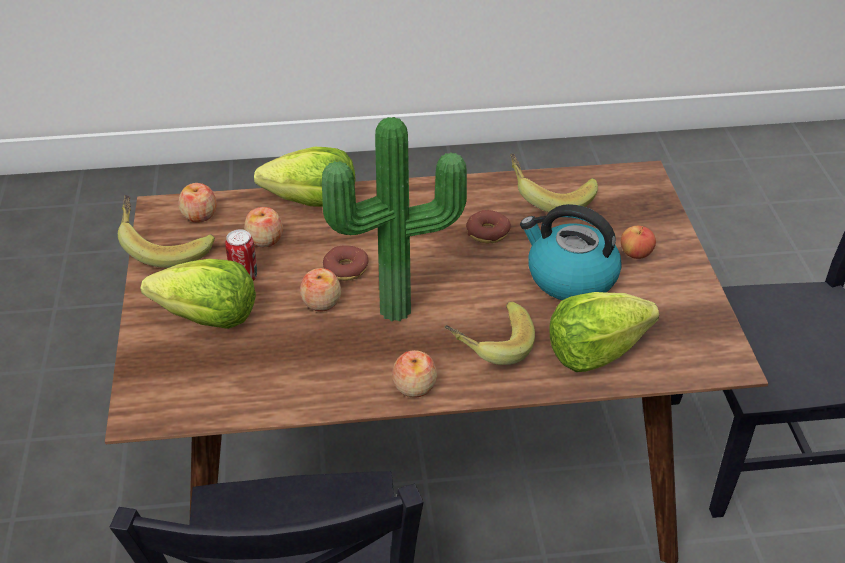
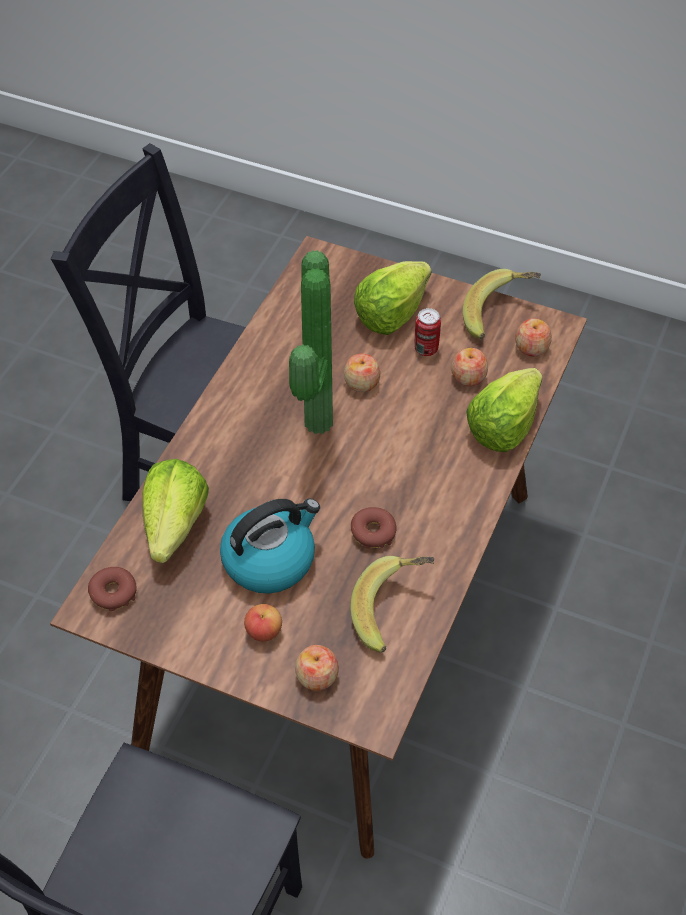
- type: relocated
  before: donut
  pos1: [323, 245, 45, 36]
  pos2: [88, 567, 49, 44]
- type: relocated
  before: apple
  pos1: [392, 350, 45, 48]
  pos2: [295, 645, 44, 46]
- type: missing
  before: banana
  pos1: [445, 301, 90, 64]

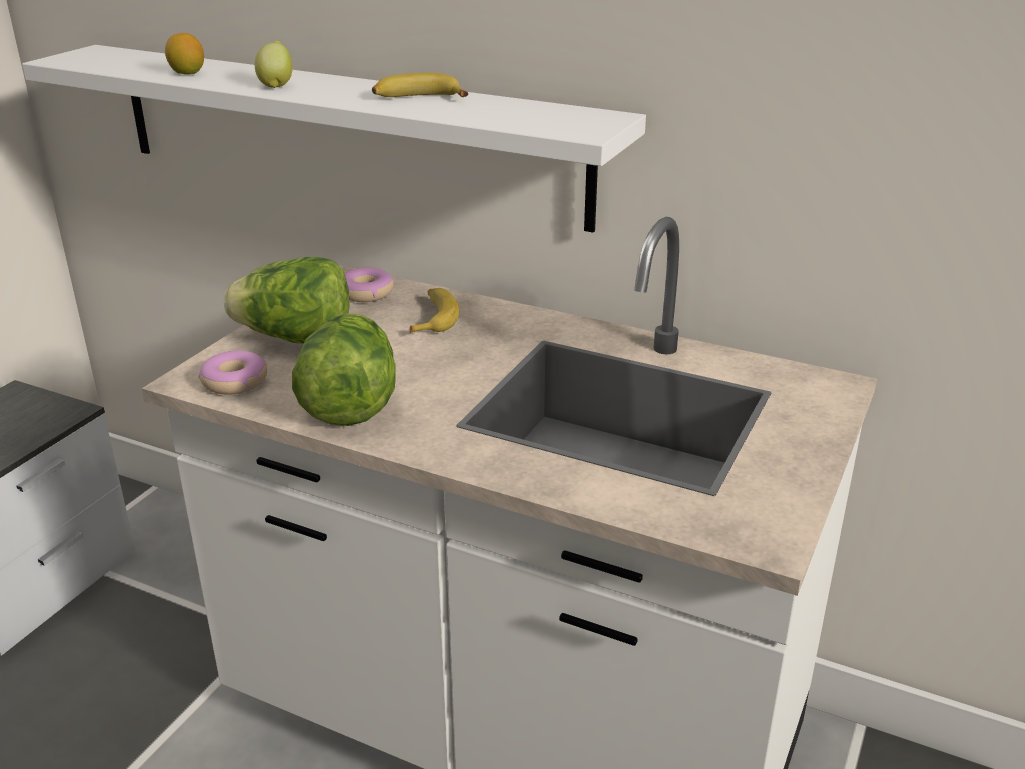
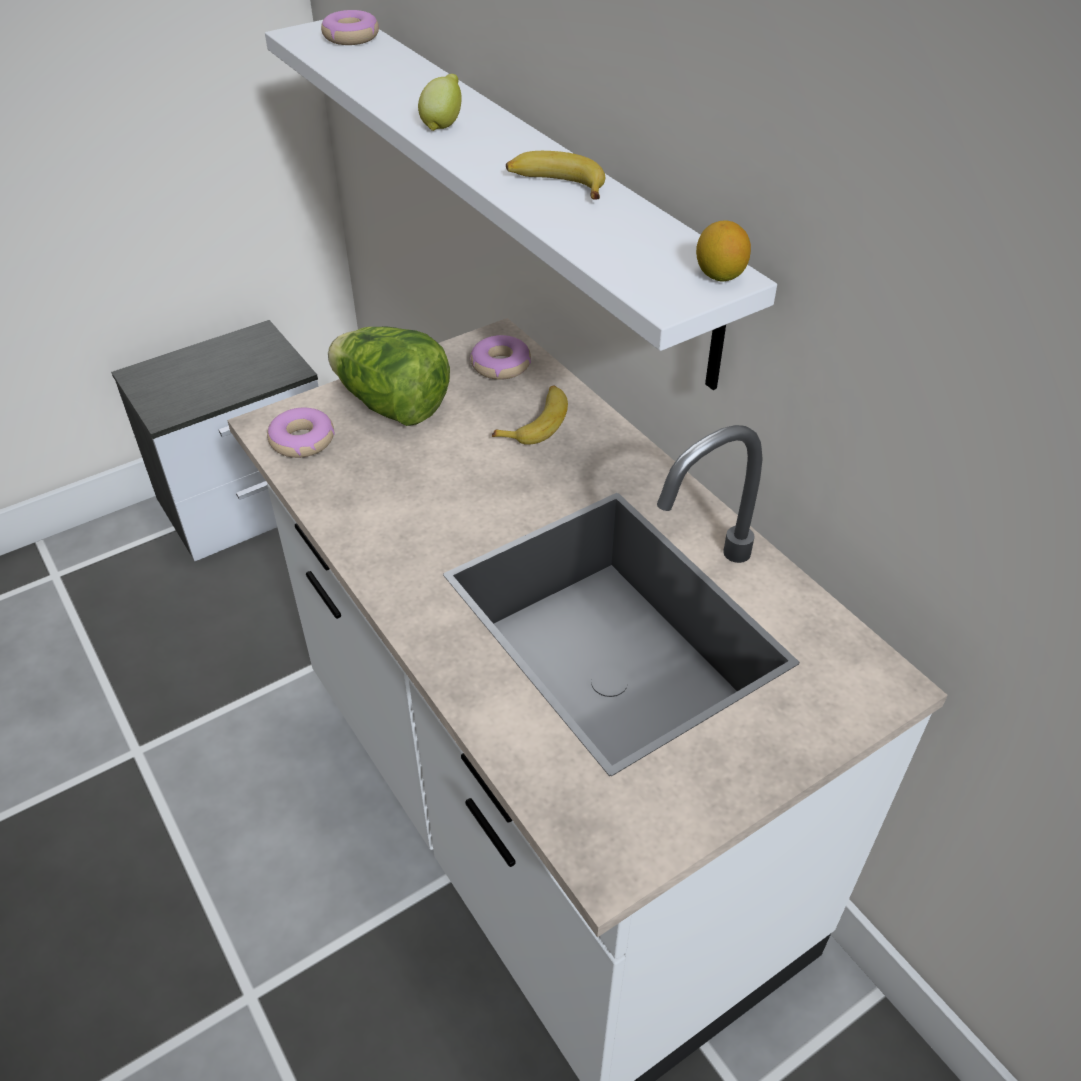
- type: relocated
  before: lemon
  pos1: [165, 33, 39, 42]
  pos2: [696, 220, 55, 62]
- type: missing
  before: lettuce
  pos1: [292, 313, 103, 113]
- type: appeared
  after: donut
  pos2: [321, 10, 58, 35]

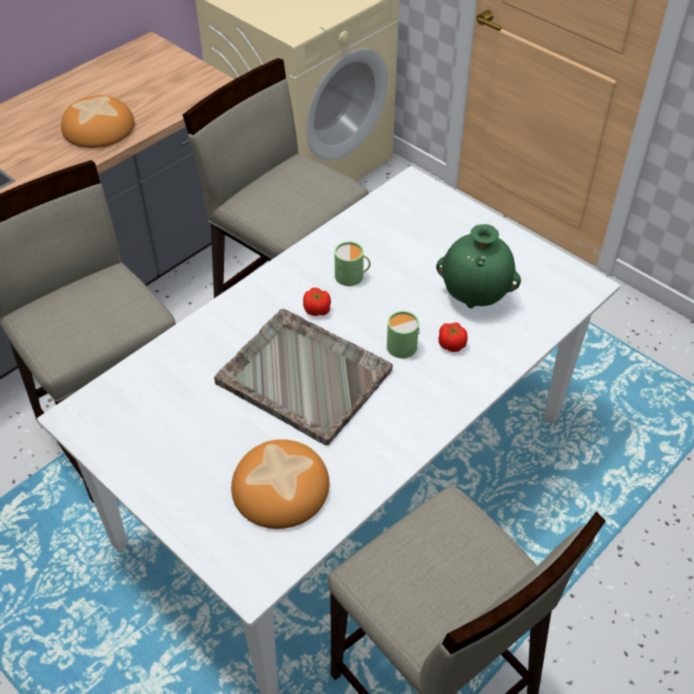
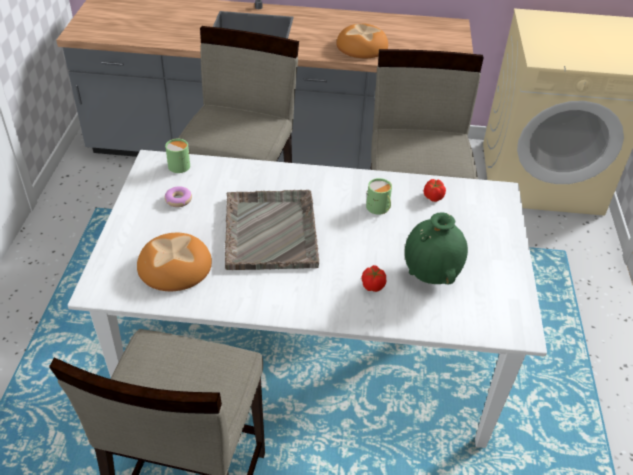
- type: relocated
  before: tomato
  pos1: [303, 287, 28, 29]
  pos2: [424, 179, 22, 23]
- type: relocated
  before: mug (green)
  pos1: [387, 311, 33, 47]
  pos2: [165, 139, 25, 34]
- type: appeared
  after: donut
  pos2: [165, 186, 27, 21]

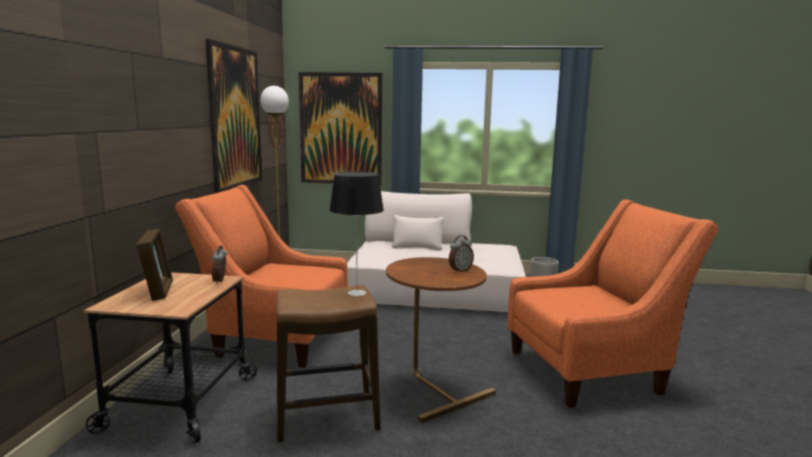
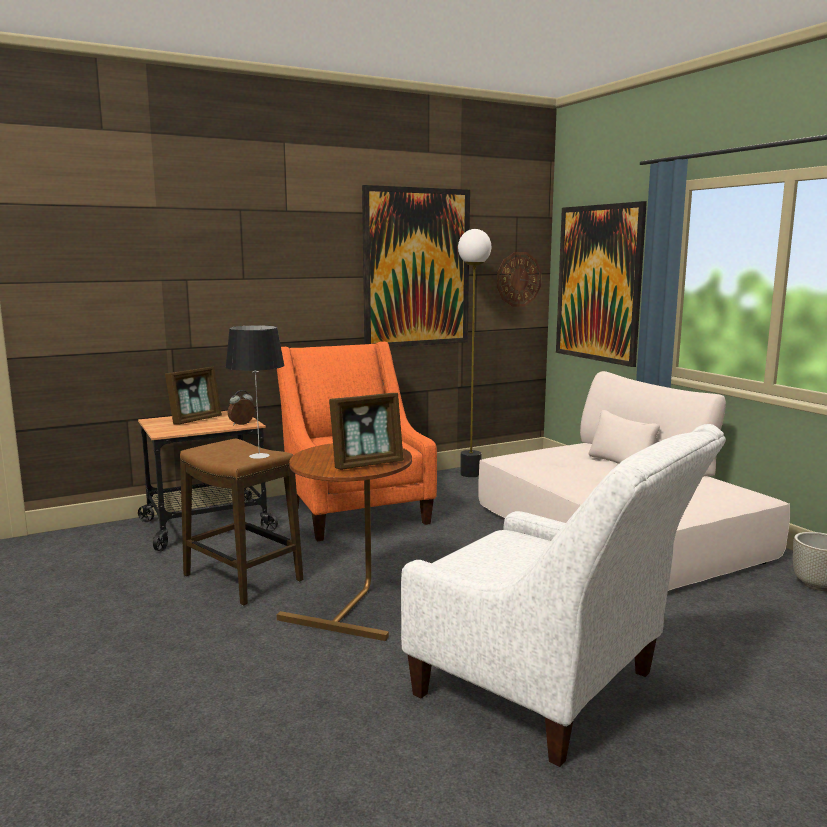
- type: exchanged
  before: alarm clock
  after: picture frame
  pos1: [449, 235, 25, 38]
  pos2: [329, 393, 74, 77]
- type: colour
  before: armchair (orange)
  after: armchair (white)
  pos1: [507, 199, 212, 209]
  pos2: [401, 424, 325, 343]

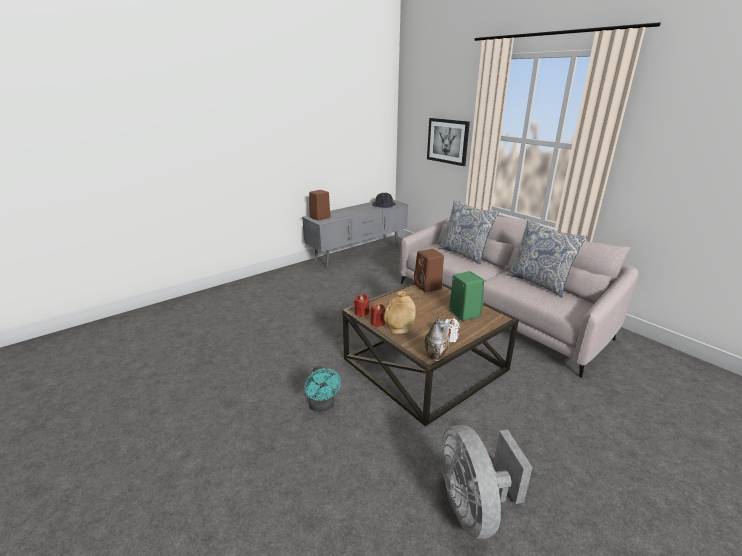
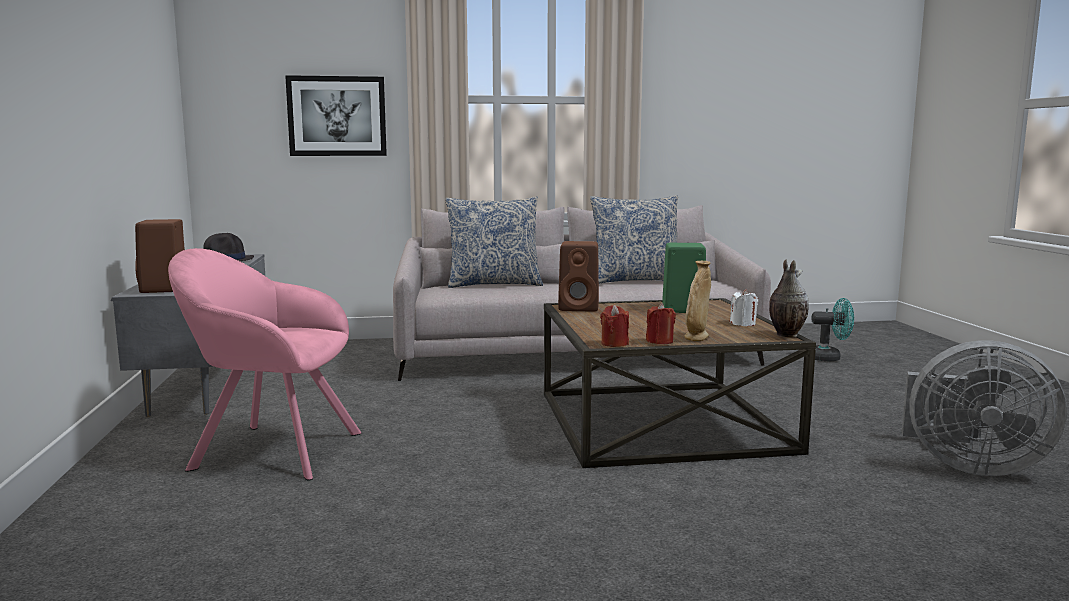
- type: relocated
  before: fan (turquoise)
  pos1: [304, 366, 37, 46]
  pos2: [812, 298, 42, 63]
- type: appeared
  after: armchair (pink)
  pos2: [168, 248, 194, 232]

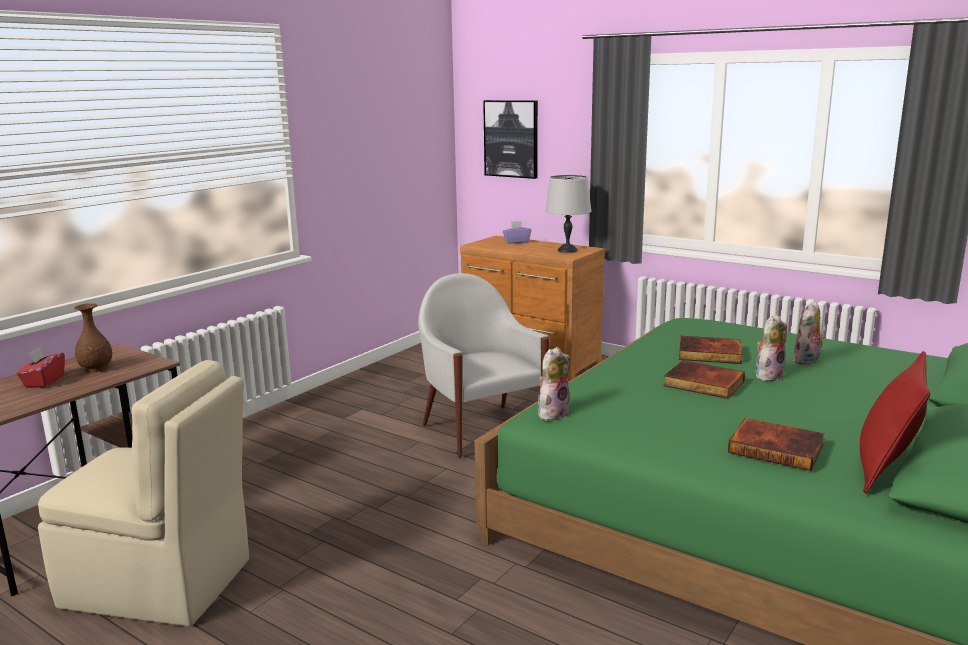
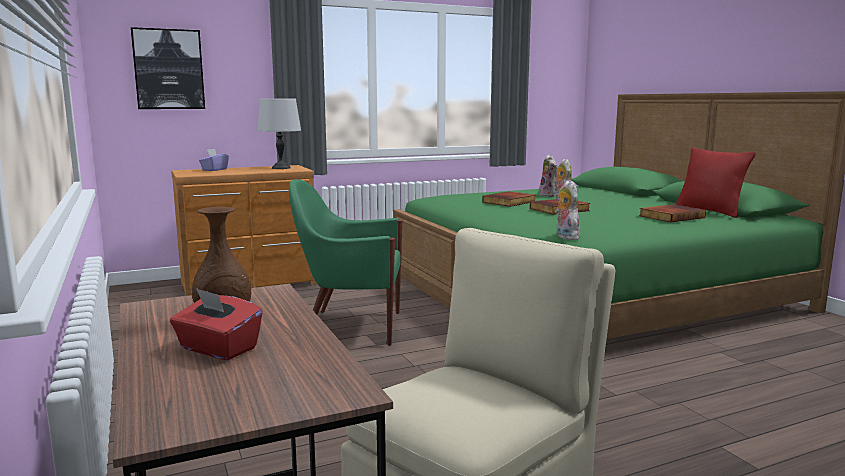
- type: colour
  before: armchair (white)
  after: armchair (green)
  pos1: [418, 273, 131, 186]
  pos2: [289, 179, 114, 167]

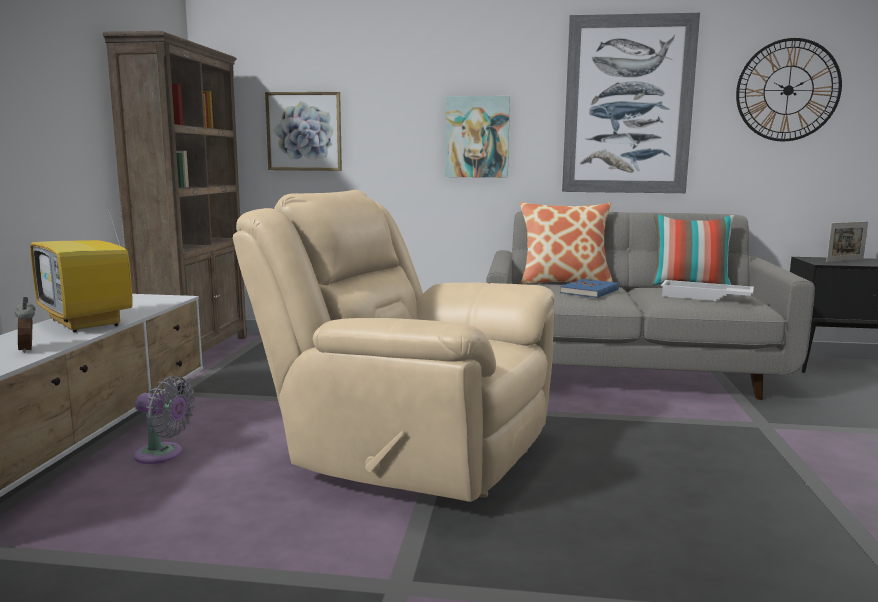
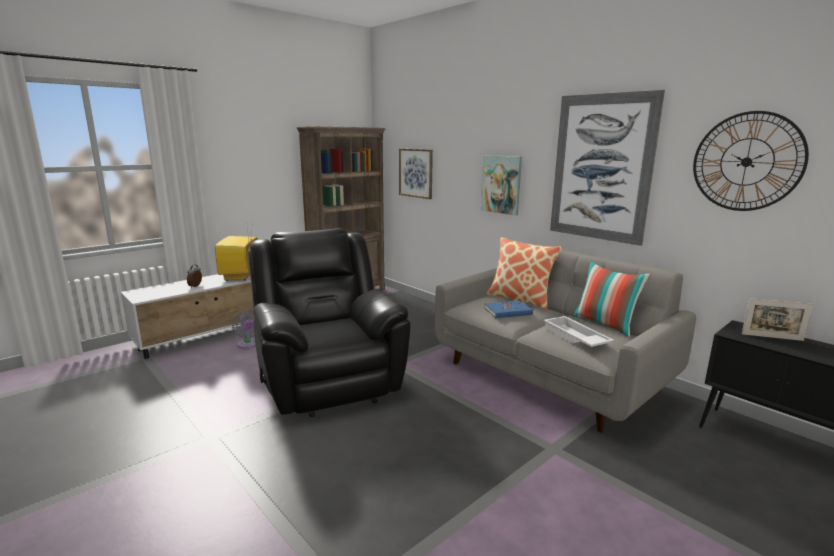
- type: colour
  before: armchair (beige)
  after: armchair (black)
  pos1: [233, 190, 322, 312]
  pos2: [248, 228, 162, 189]

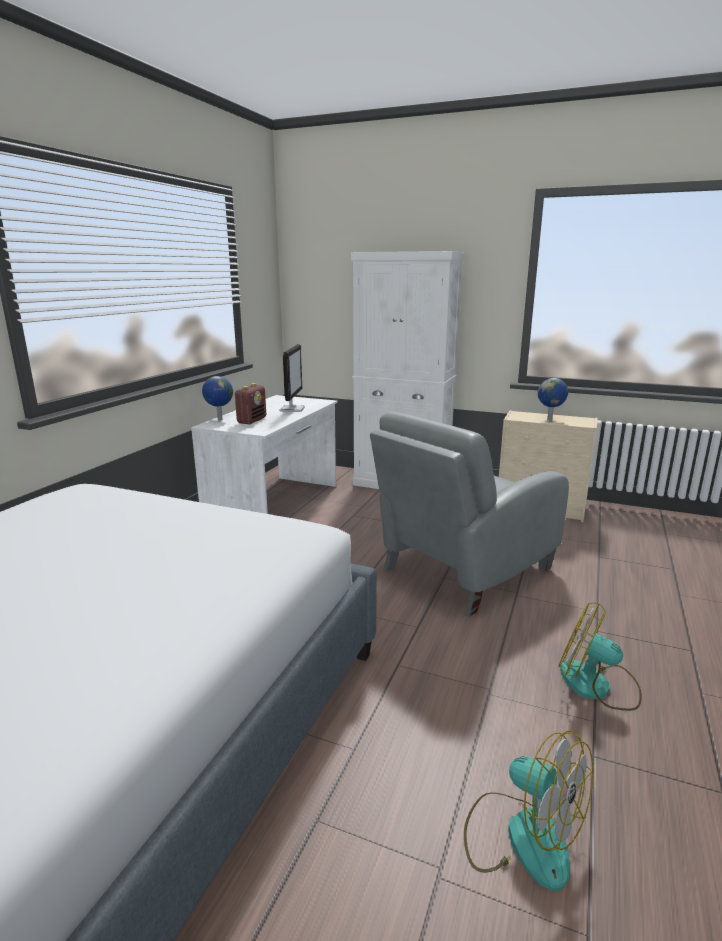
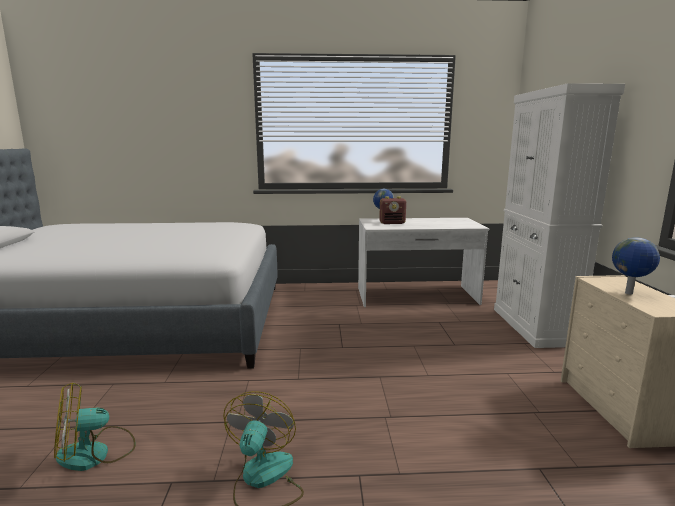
- type: missing
  before: monitor
  pos1: [279, 344, 26, 68]
- type: missing
  before: armchair (grey)
  pos1: [370, 412, 199, 205]
- type: spun
  before: fan
  pos1: [464, 731, 130, 160]
  pos2: [54, 382, 82, 89]
  turn: 45

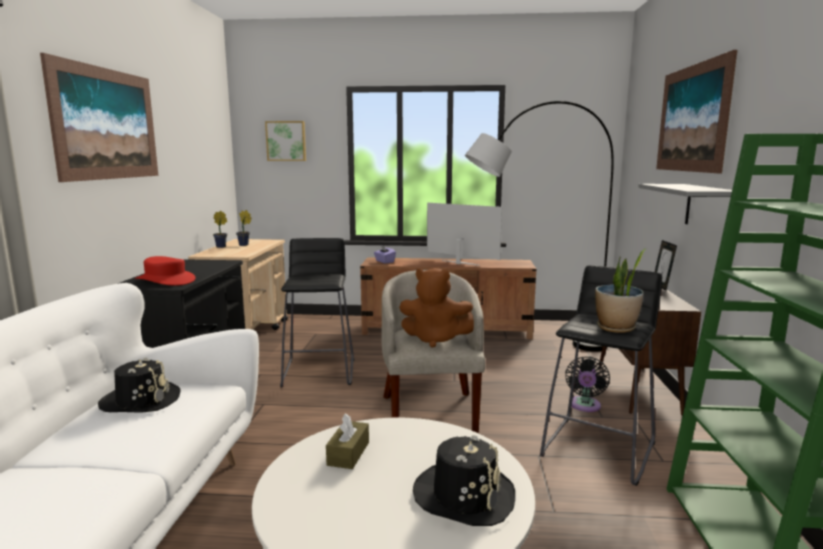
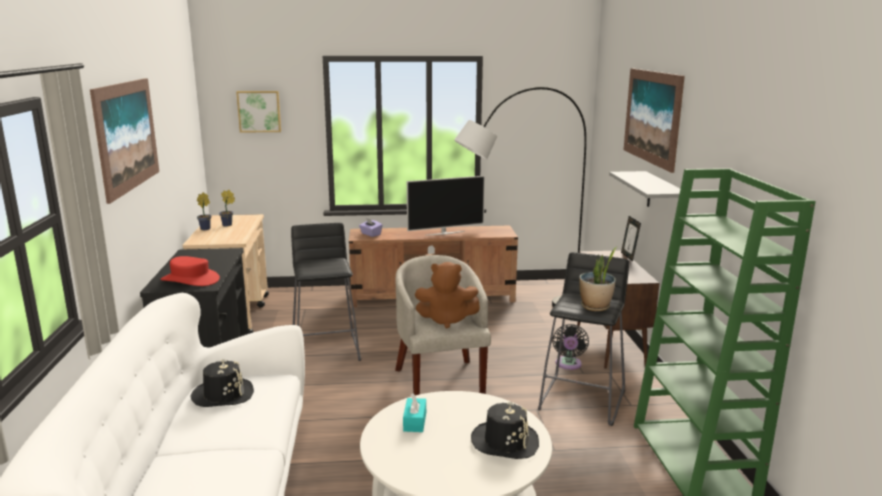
- type: colour
  before: tissue box (brown)
  after: tissue box (turquoise)
  pos1: [326, 413, 43, 56]
  pos2: [403, 393, 23, 39]
- type: spun
  before: television
  pos1: [427, 203, 75, 63]
  pos2: [407, 176, 78, 60]
  turn: 135

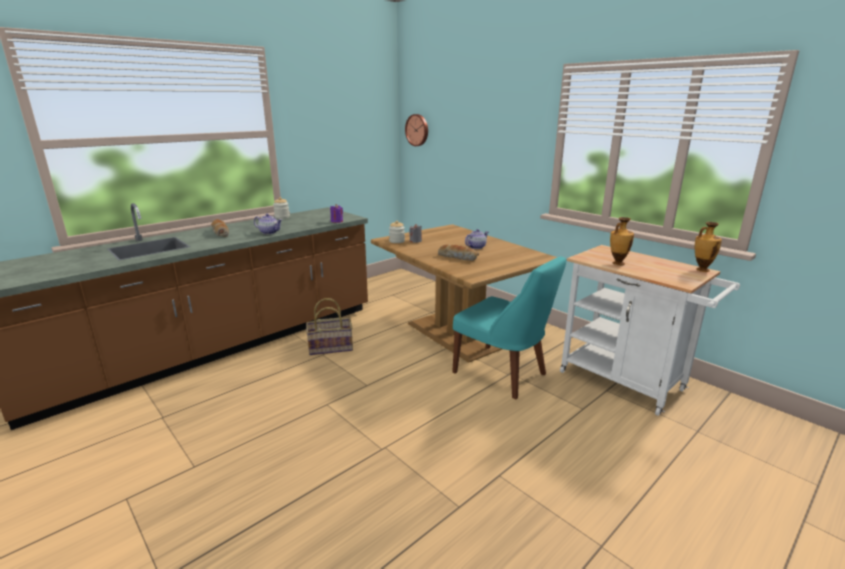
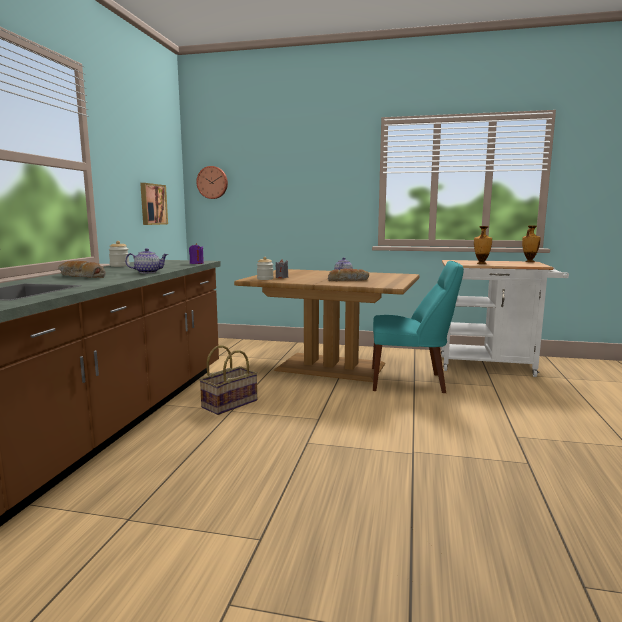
- type: appeared
  after: picture
  pos2: [140, 183, 28, 42]

